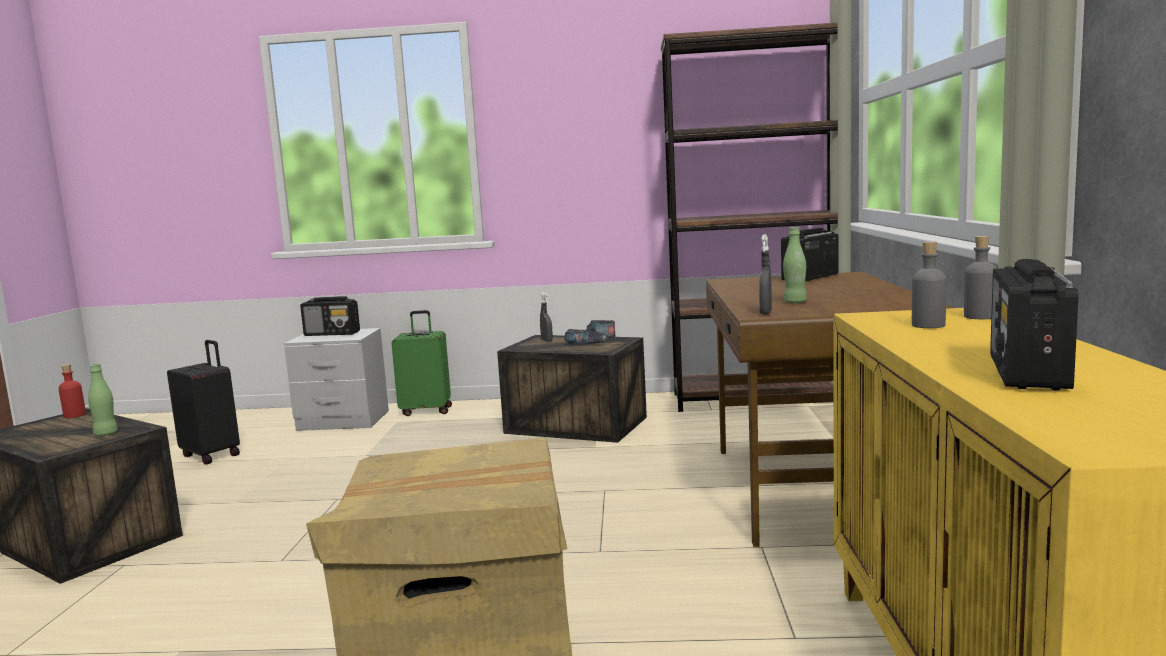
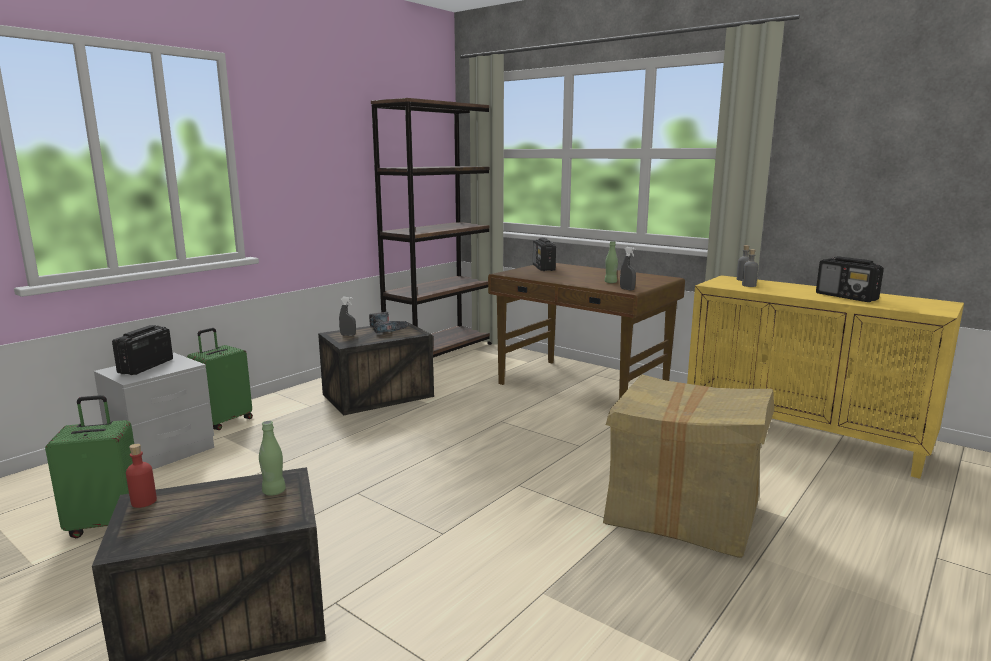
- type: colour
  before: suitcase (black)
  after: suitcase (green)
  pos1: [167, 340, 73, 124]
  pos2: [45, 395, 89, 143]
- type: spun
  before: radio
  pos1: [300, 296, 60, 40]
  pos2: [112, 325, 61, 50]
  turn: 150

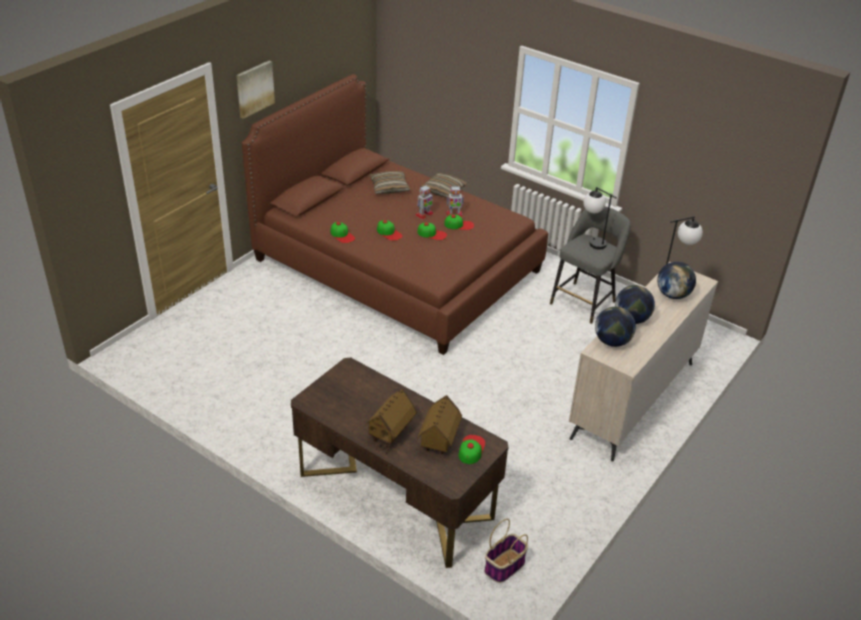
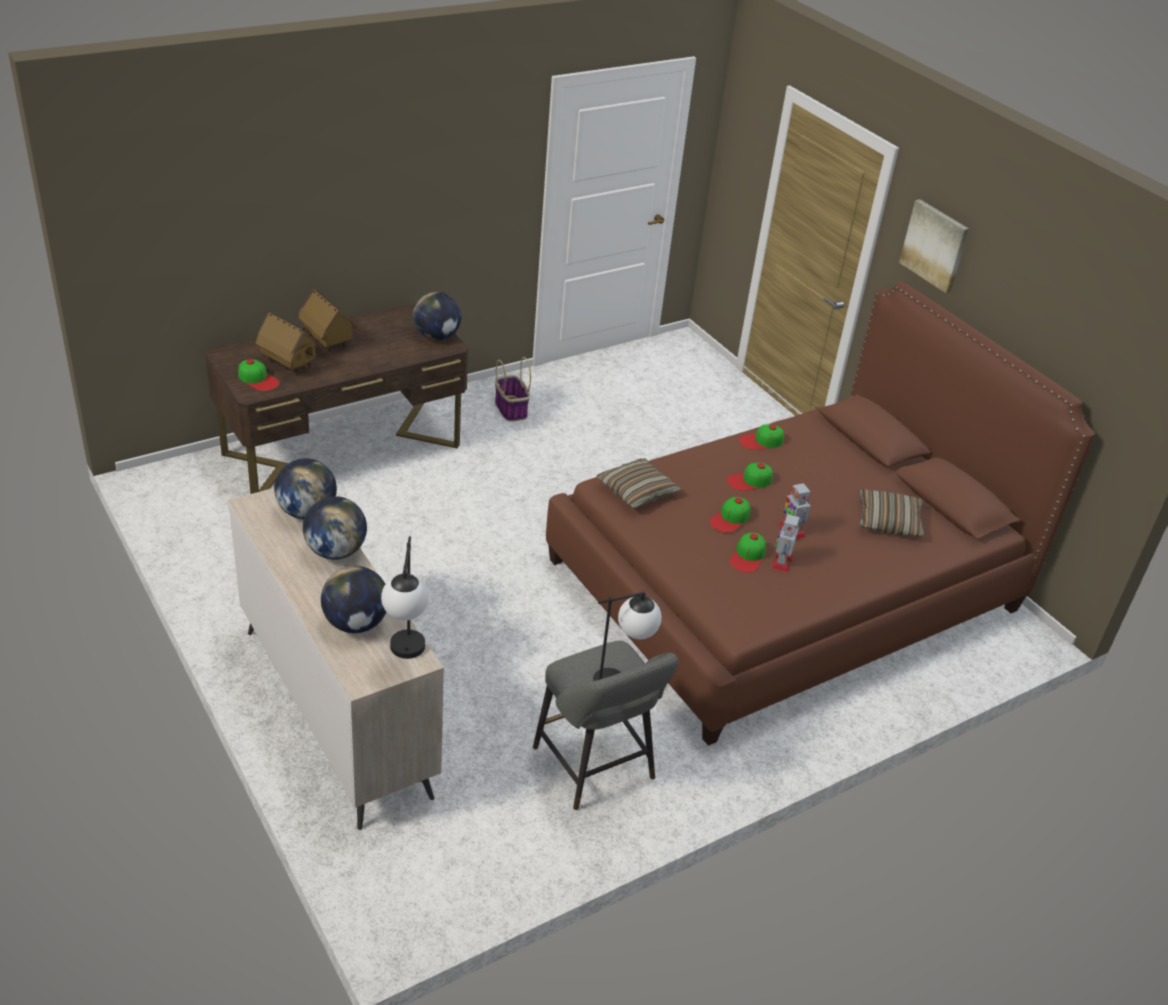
- type: relocated
  before: pillow
  pos1: [419, 173, 48, 25]
  pos2: [596, 458, 86, 51]
- type: relocated
  before: basket
  pos1: [484, 519, 44, 64]
  pos2: [495, 357, 36, 65]
- type: appeared
  after: globe
  pos2: [413, 292, 48, 48]

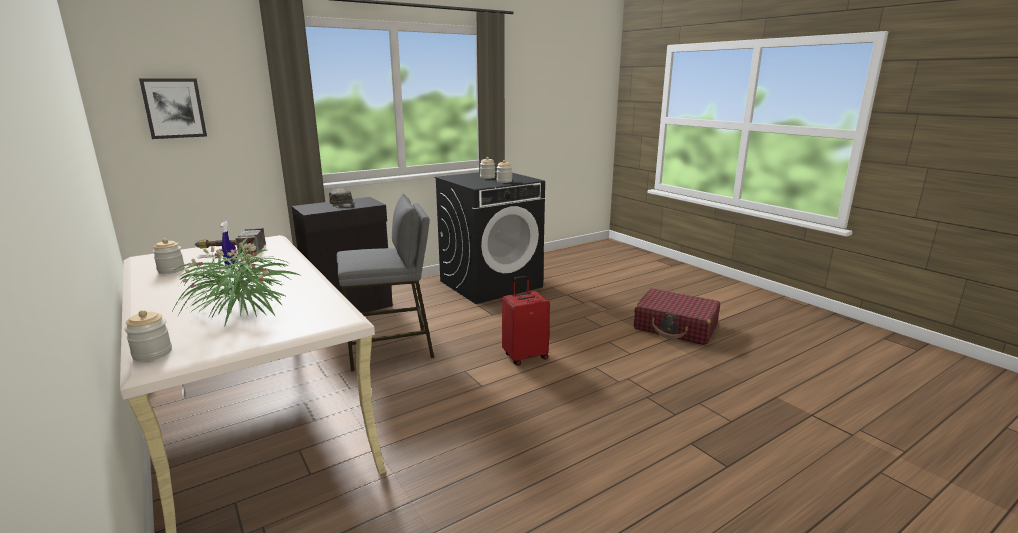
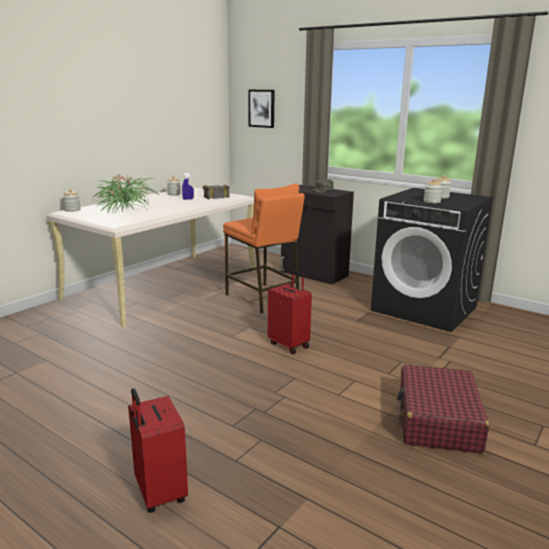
- type: colour
  before: stool (grey)
  after: stool (orange)
  pos1: [337, 194, 97, 177]
  pos2: [223, 183, 82, 131]
- type: appeared
  after: suitcase (red)
  pos2: [128, 388, 60, 125]

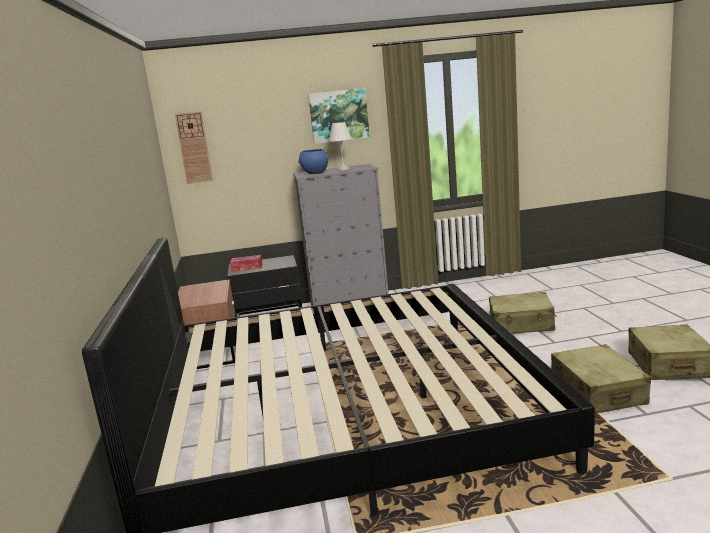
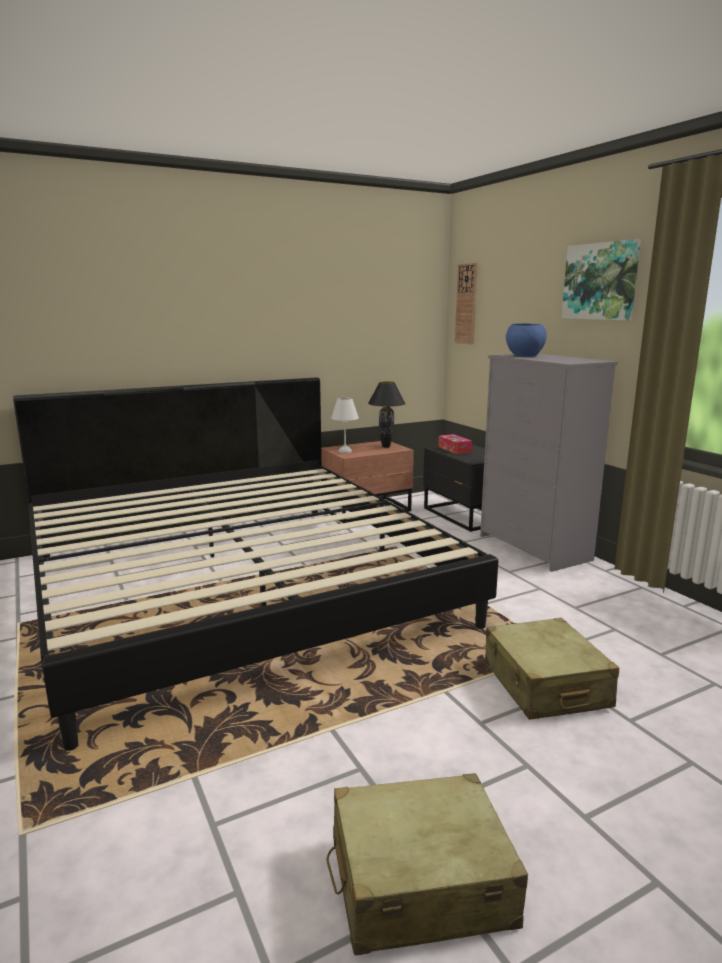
- type: relocated
  before: table lamp (white)
  pos1: [329, 122, 23, 48]
  pos2: [331, 398, 28, 55]
- type: missing
  before: suitcase (beige)
  pos1: [551, 344, 100, 70]
- type: appeared
  after: table lamp (black)
  pos2: [368, 382, 38, 66]

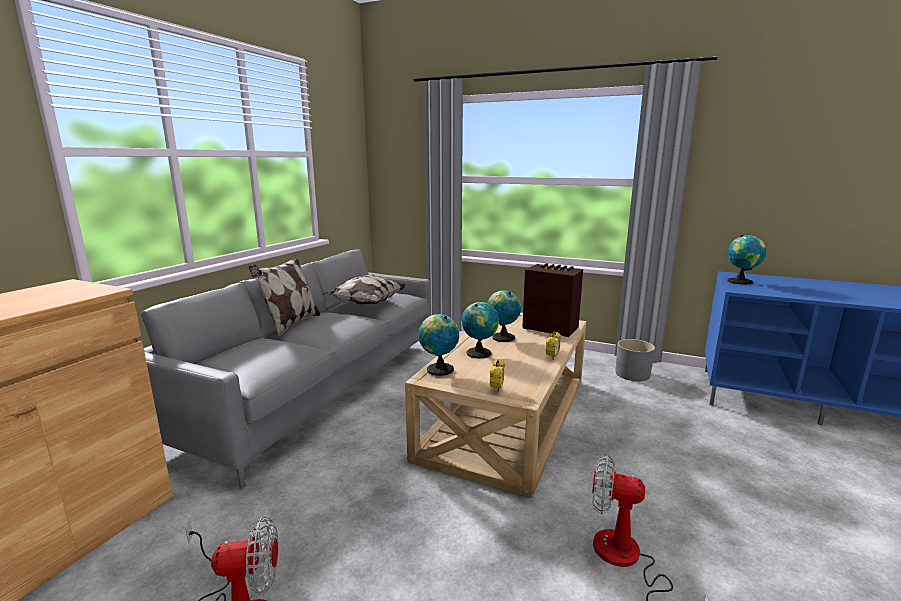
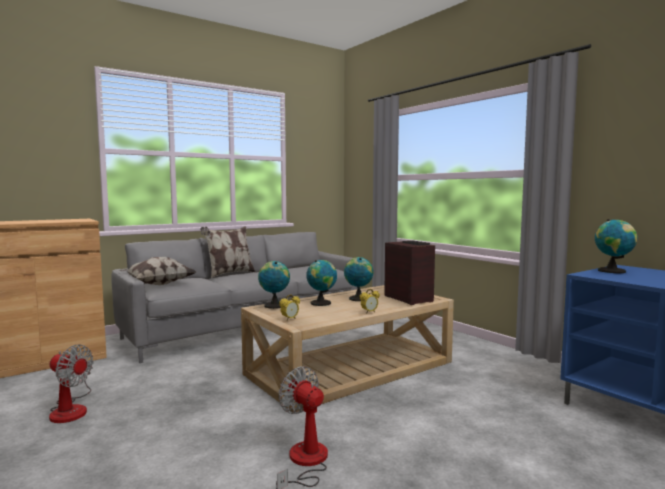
- type: relocated
  before: pillow
  pos1: [321, 274, 85, 31]
  pos2: [119, 257, 77, 28]
- type: missing
  before: planter (grey)
  pos1: [615, 339, 40, 42]

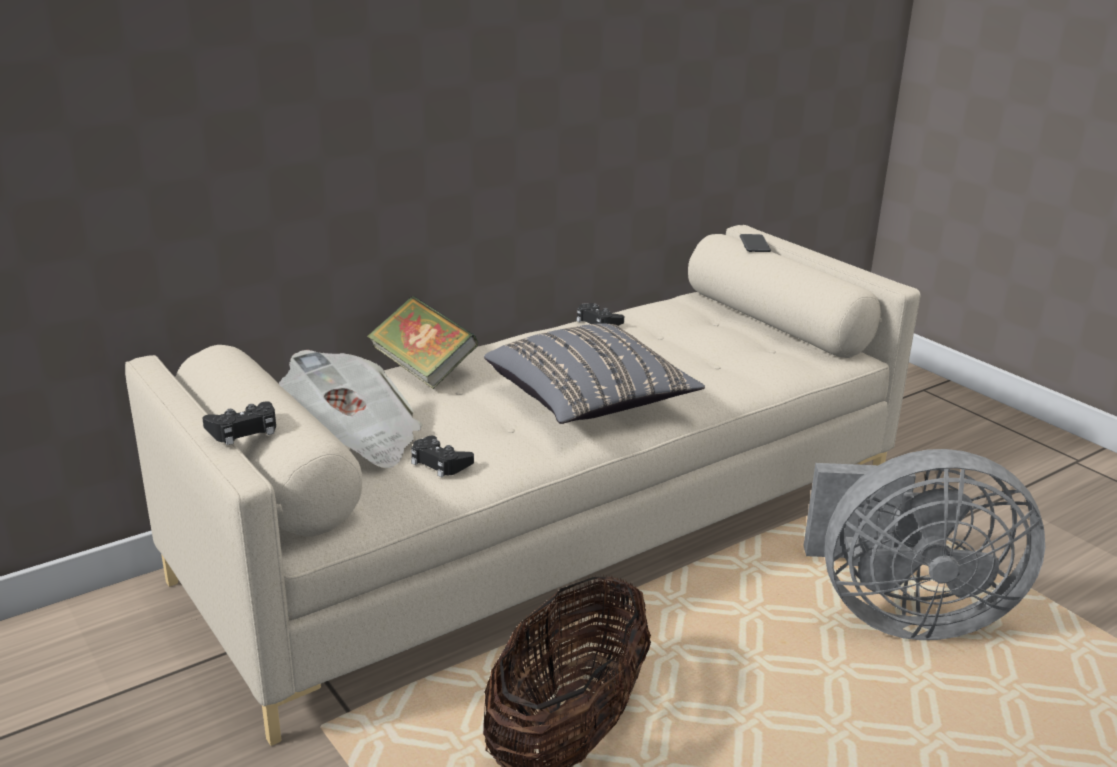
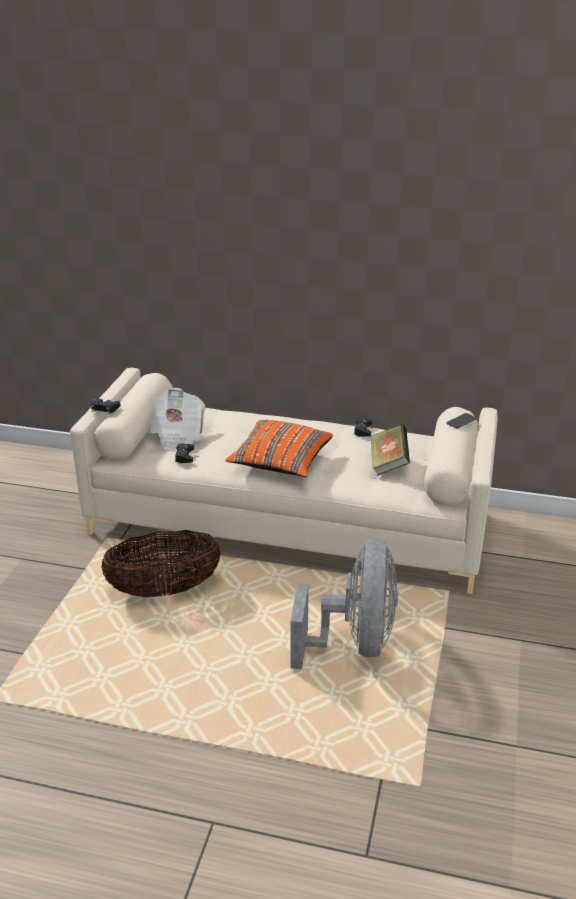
- type: relocated
  before: book
  pos1: [367, 296, 111, 93]
  pos2: [370, 424, 40, 52]
- type: colour
  before: pillow (grey)
  after: pillow (orange)
  pos1: [484, 324, 221, 100]
  pos2: [225, 420, 108, 57]
- type: spun
  before: fan (grey)
  pos1: [803, 449, 242, 191]
  pos2: [290, 538, 108, 131]
  turn: -135

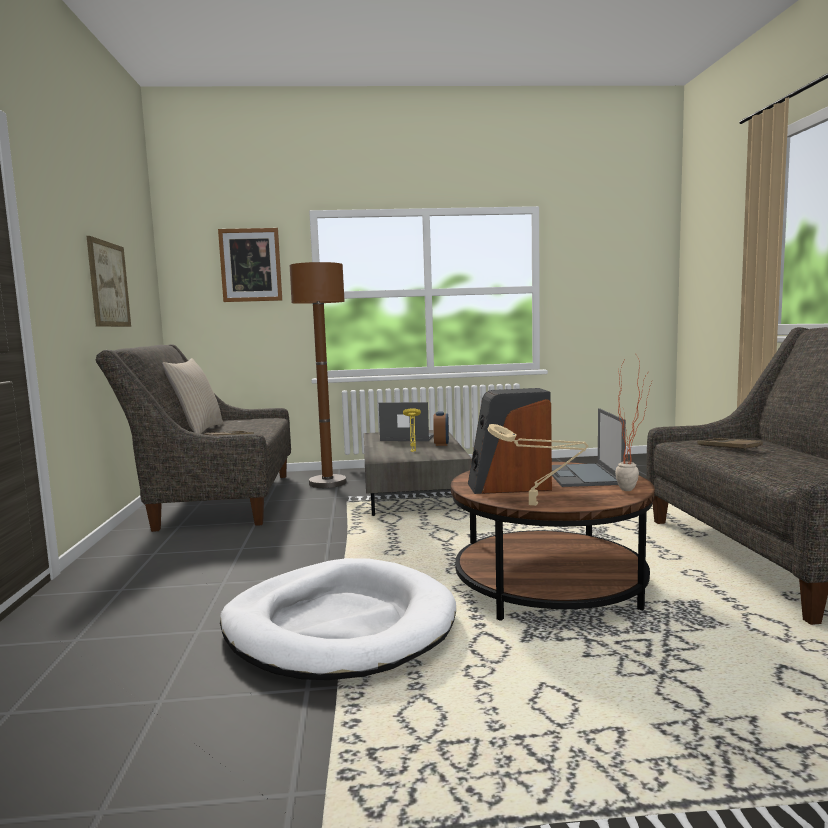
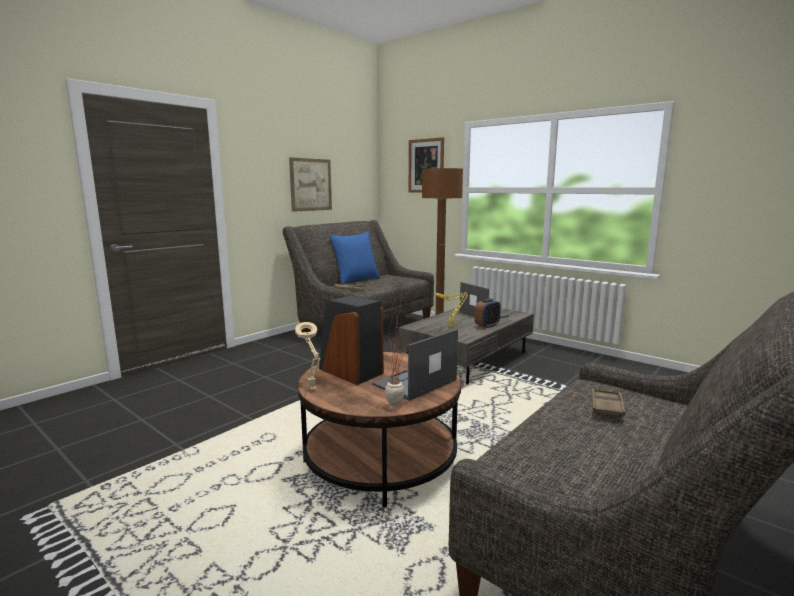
- type: colour
  before: pillow (beige)
  after: pillow (blue)
  pos1: [162, 358, 61, 76]
  pos2: [330, 232, 50, 52]
- type: missing
  before: dog bed (white)
  pos1: [220, 558, 236, 122]

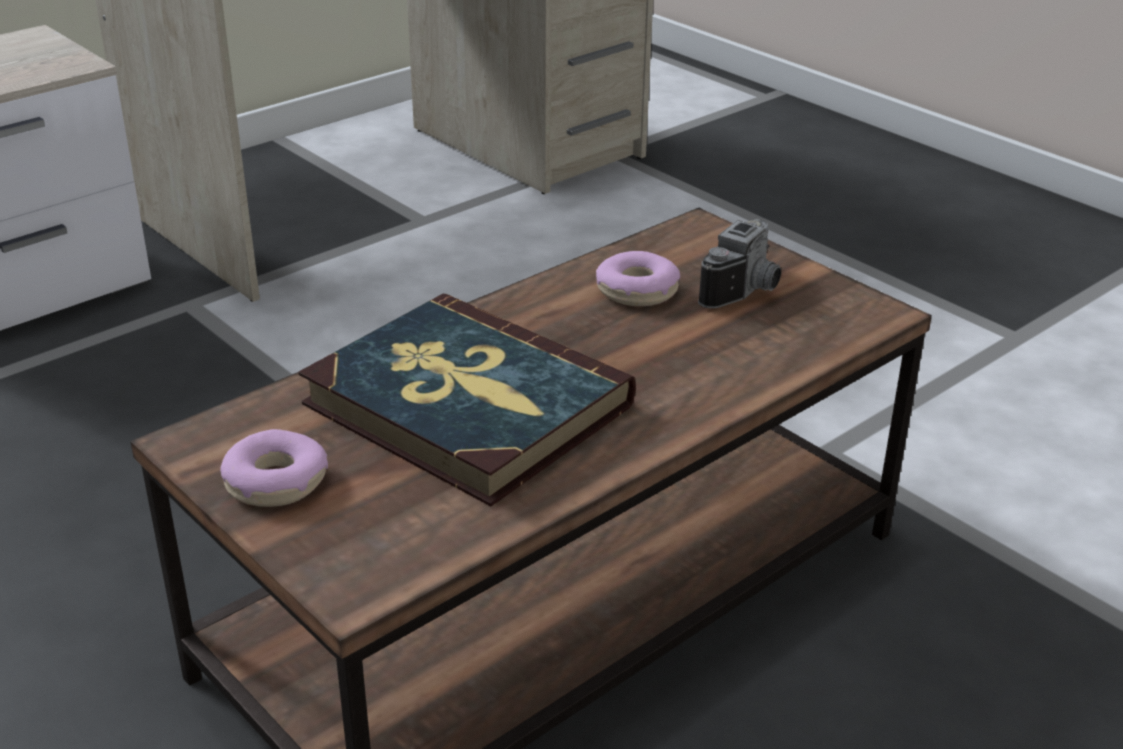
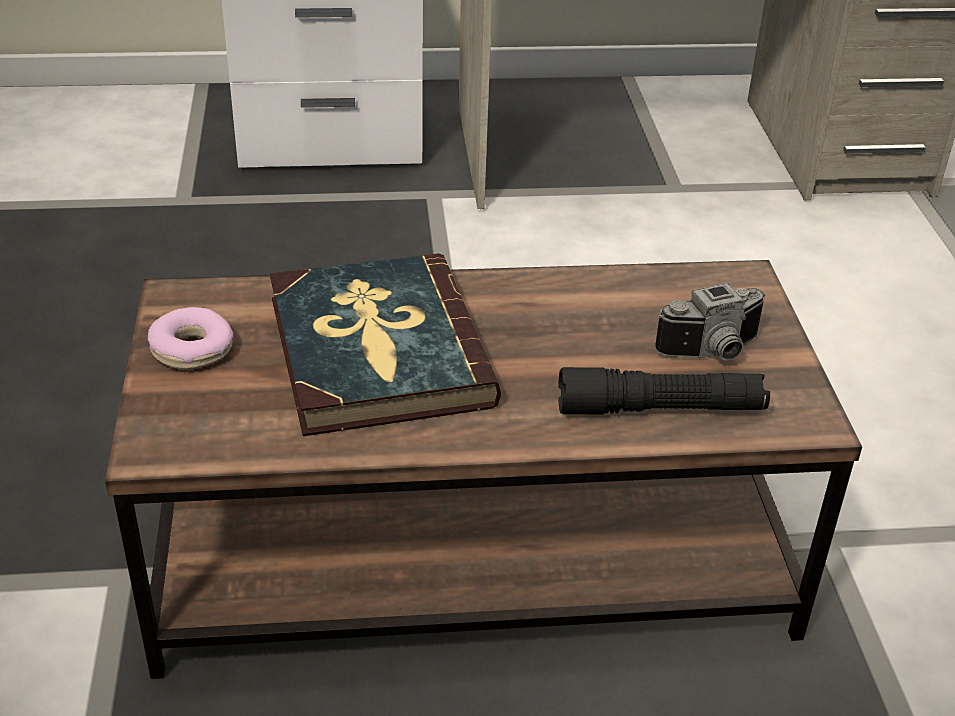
- type: missing
  before: donut
  pos1: [596, 251, 84, 55]
- type: appeared
  after: flashlight (black)
  pos2: [558, 367, 212, 47]

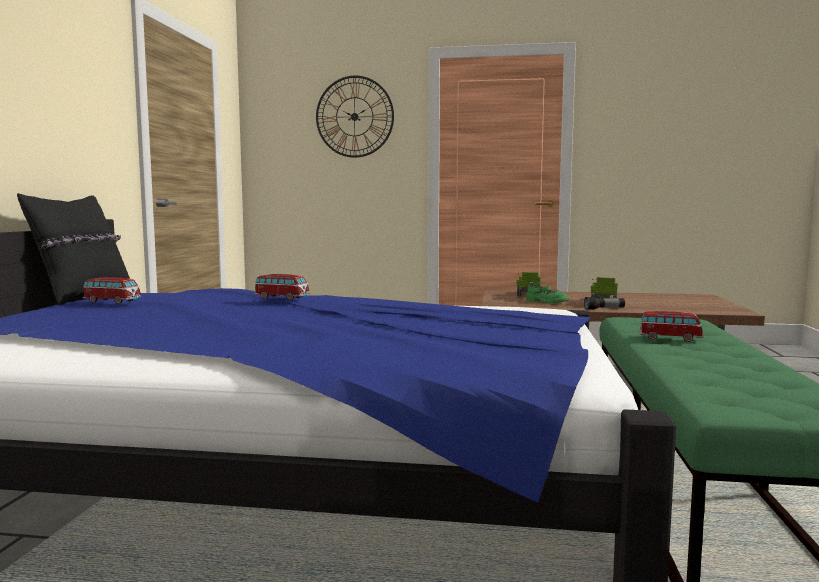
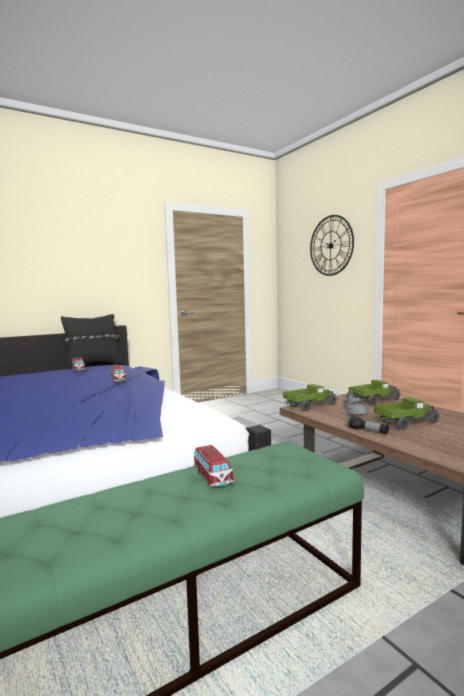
- type: colour
  before: shoe (green)
  after: shoe (grey)
  pos1: [526, 282, 42, 21]
  pos2: [344, 391, 24, 24]
- type: appeared
  after: toy truck
  pos2: [283, 384, 54, 27]

